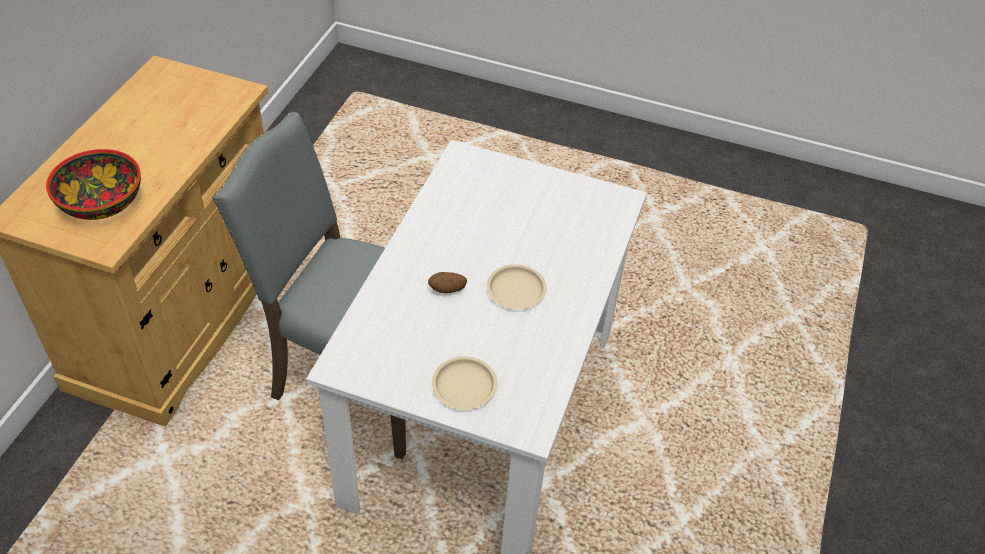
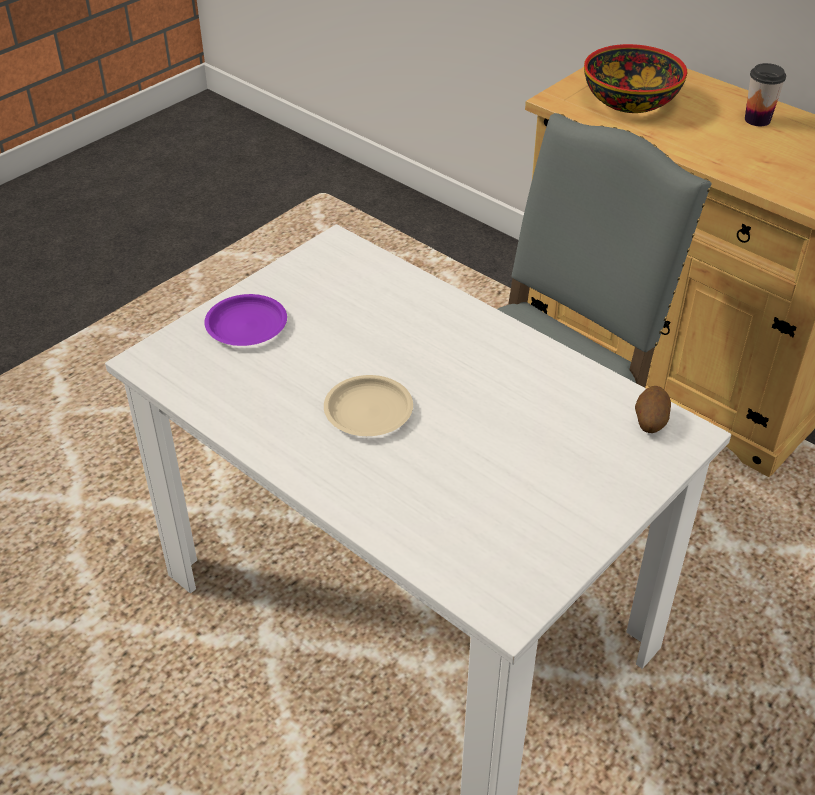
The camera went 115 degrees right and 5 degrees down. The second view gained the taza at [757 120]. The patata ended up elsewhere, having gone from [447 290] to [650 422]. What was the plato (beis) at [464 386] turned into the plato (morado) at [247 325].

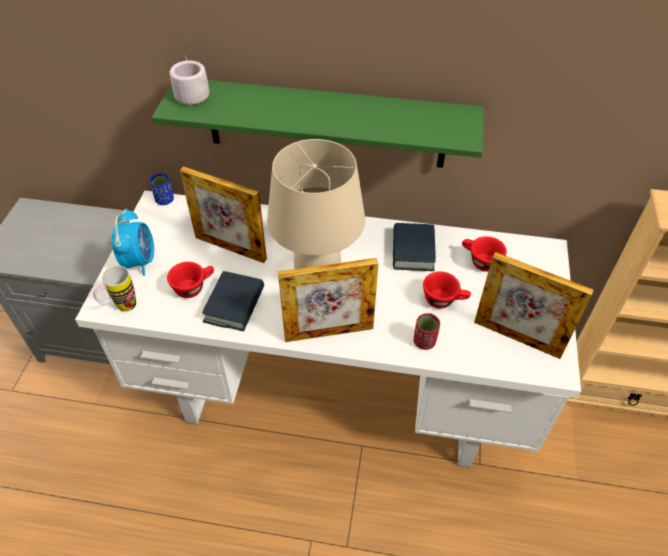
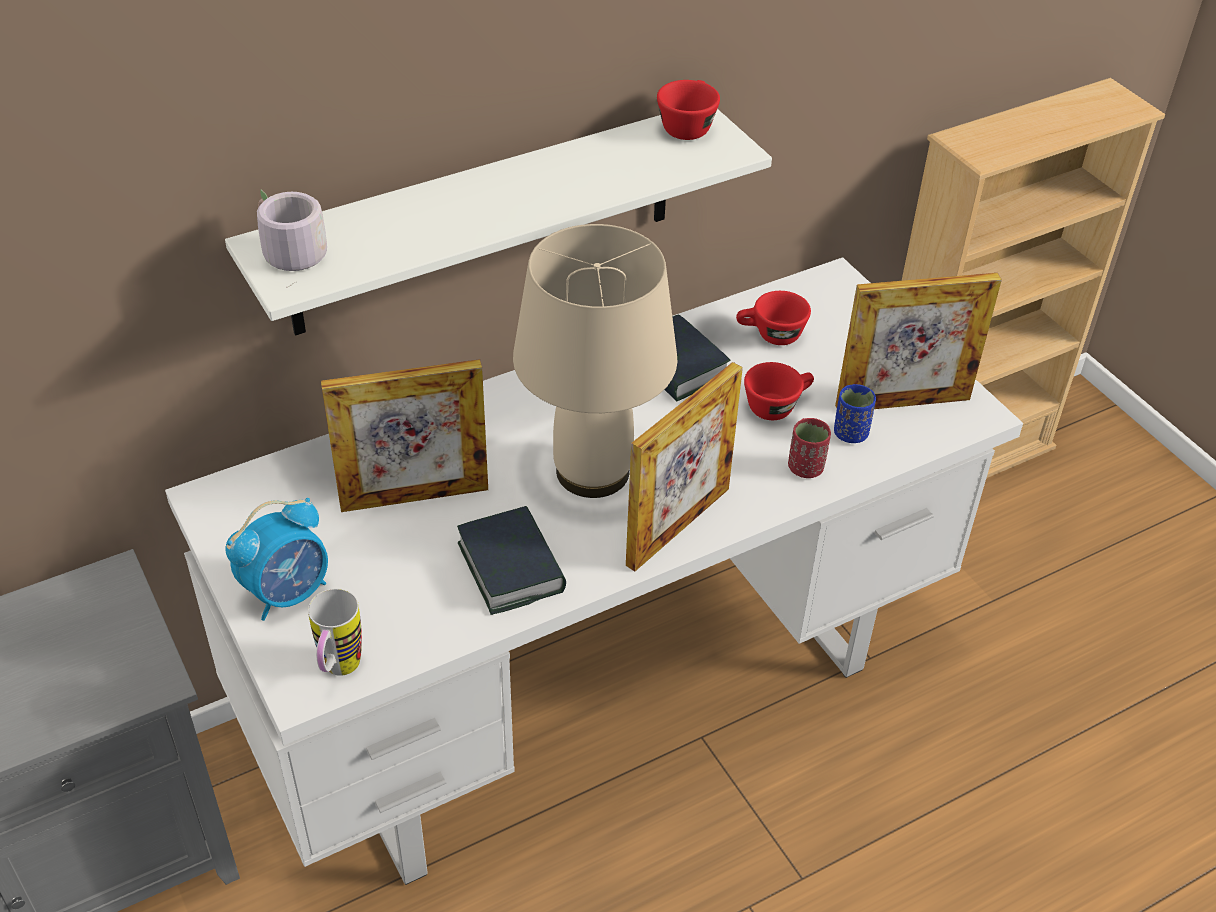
The camera went 40 degrees left and 5 degrees down. The taza (azul) ended up elsewhere, having gone from [165 200] to [850 434]. The taza (rojo) ended up elsewhere, having gone from [194 287] to [687 125]. What was the estante (verde) at [326 123] turned into the estante (blanco) at [485 220]. The despertador at [139 261] ended up facing another way, 90 degrees clockwise from before.

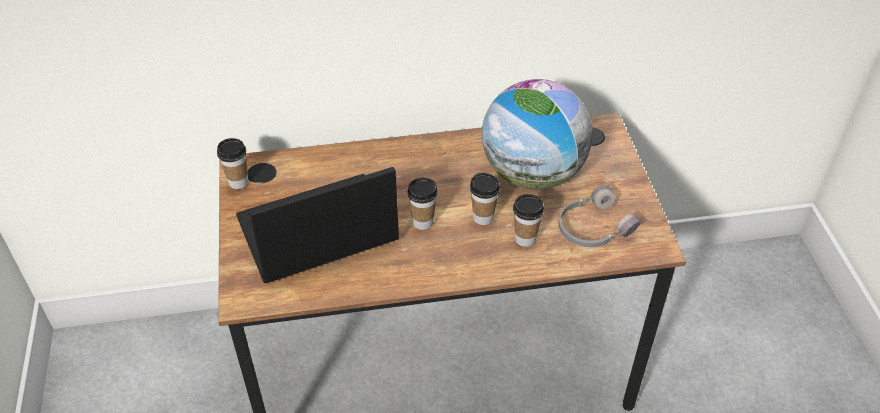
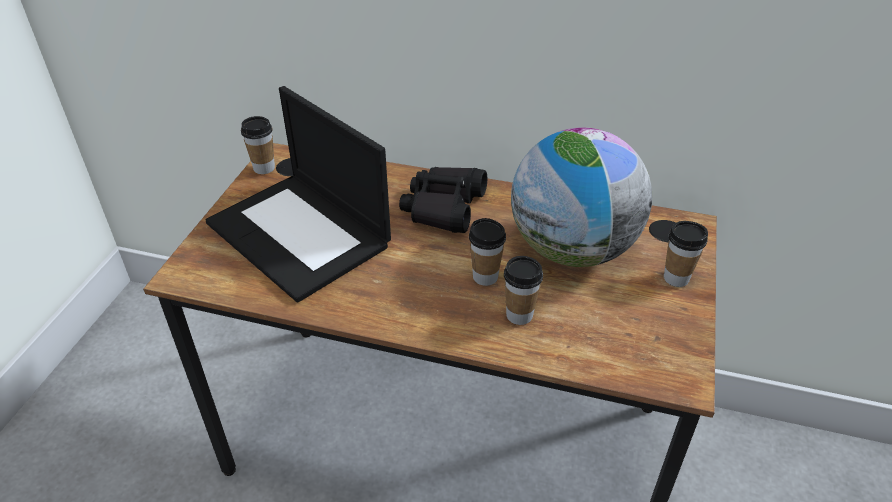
The camera went 25 degrees right and 5 degrees down. The second view lost the auriculares (gris) at [592 227]. The second view gained the prismáticos (negro) at [444 207]. The taza ended up elsewhere, having gone from [423 222] to [676 278]. The portátil at [316 231] ended up facing another way, 135 degrees counterclockwise from before.

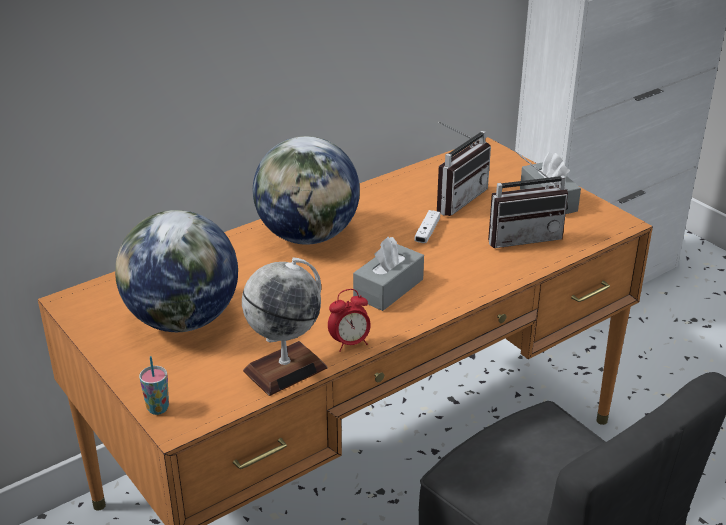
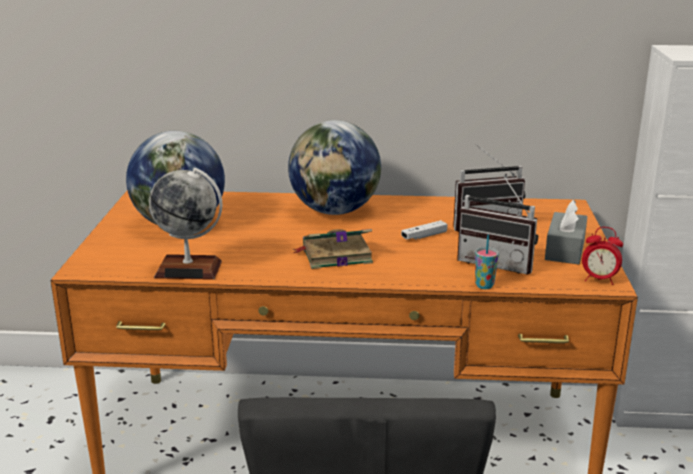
The camera went 40 degrees right and 10 degrees down. The taza ended up elsewhere, having gone from [158 408] to [484 286]. The despertador ended up elsewhere, having gone from [350 343] to [599 280]. Where the caja de pañuelos (gris) stood at [388 288], the libro came to stand at [335 255].

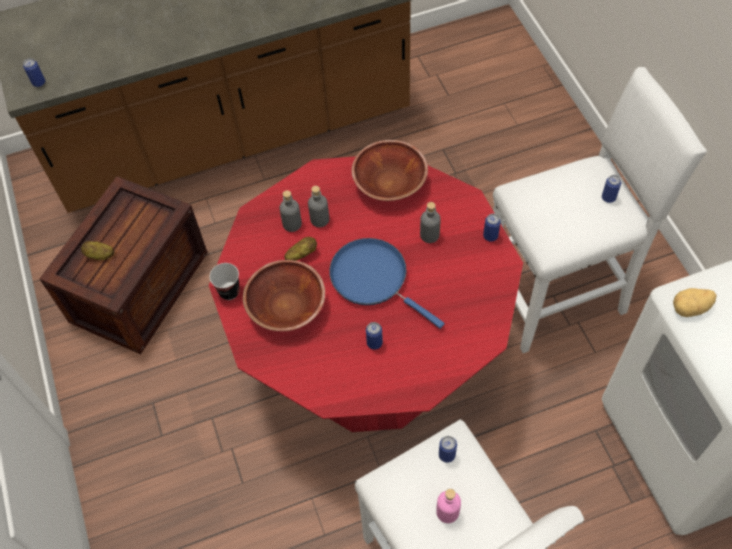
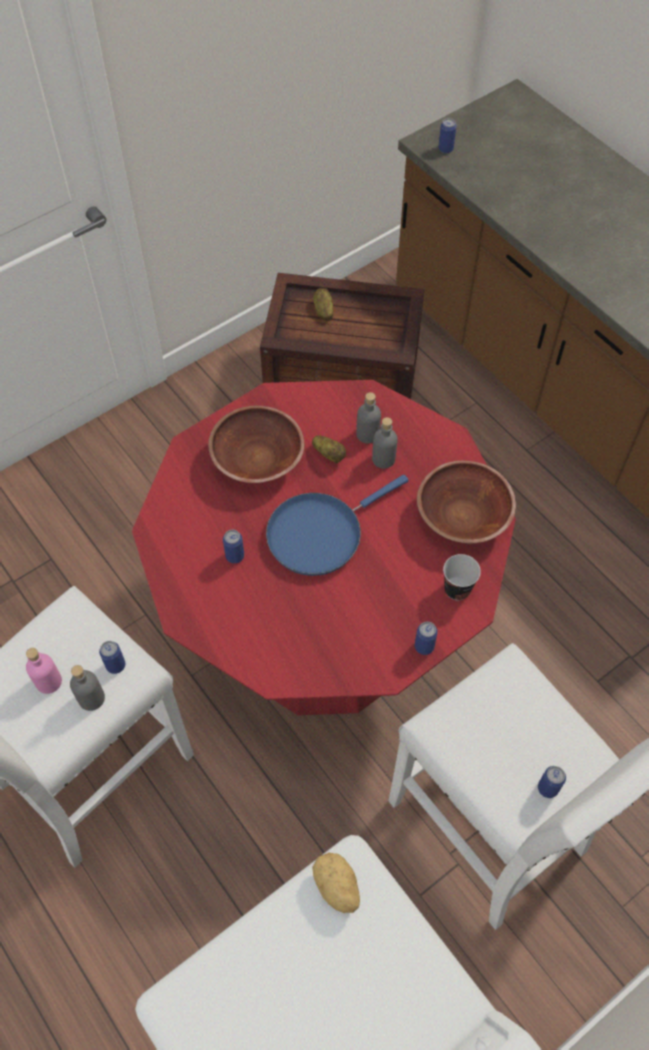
The camera went 70 degrees right and 0 degrees up. The taza ended up elsewhere, having gone from [229 291] to [457 589]. The botella (gris) ended up elsewhere, having gone from [429 235] to [91 698]. The sartén (azul) at [373 278] ended up facing another way, 150 degrees counterclockwise from before.

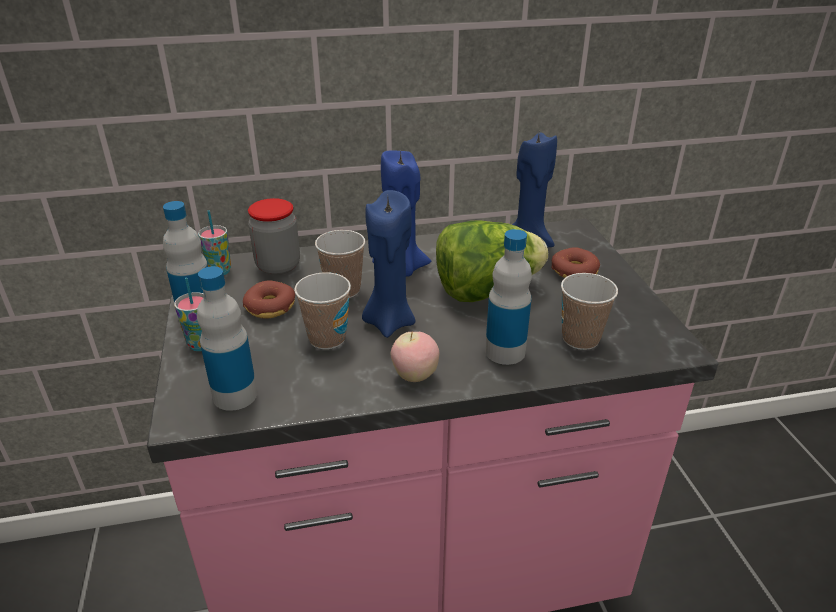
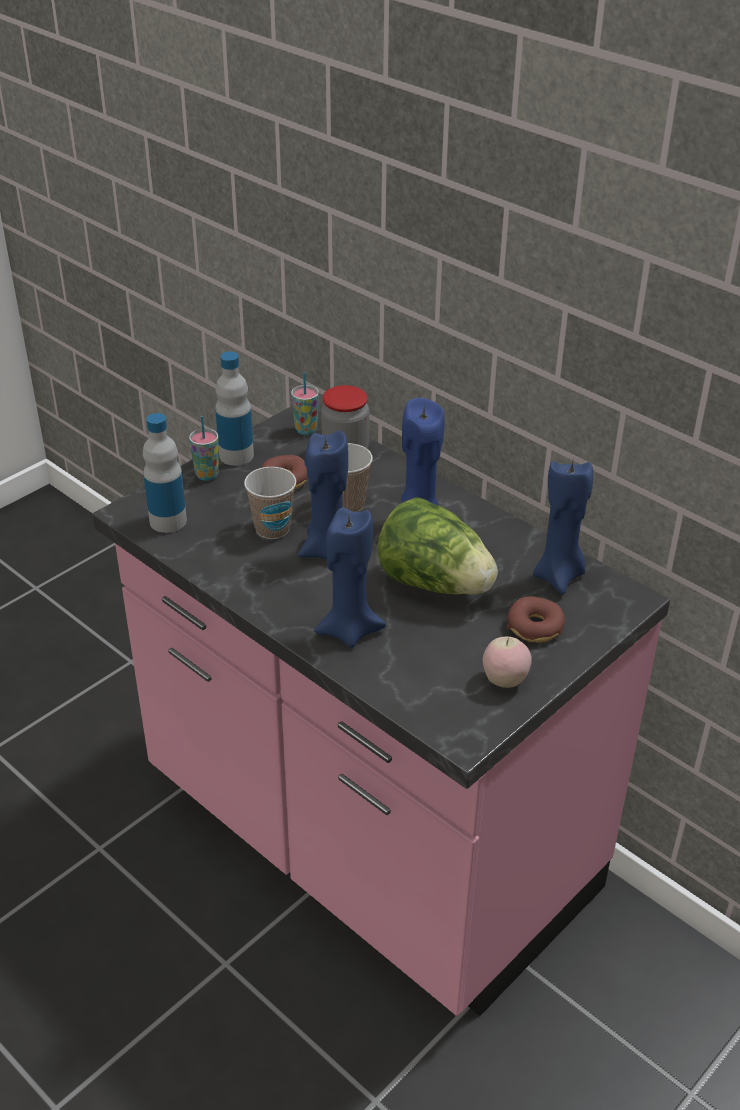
The camera went 55 degrees right and 5 degrees up. The second view lost the taza at [580 339]. The manzana ended up elsewhere, having gone from [415 376] to [504 681]. Where the botella stood at [505 351], the vela (azul) came to stand at [349 630].

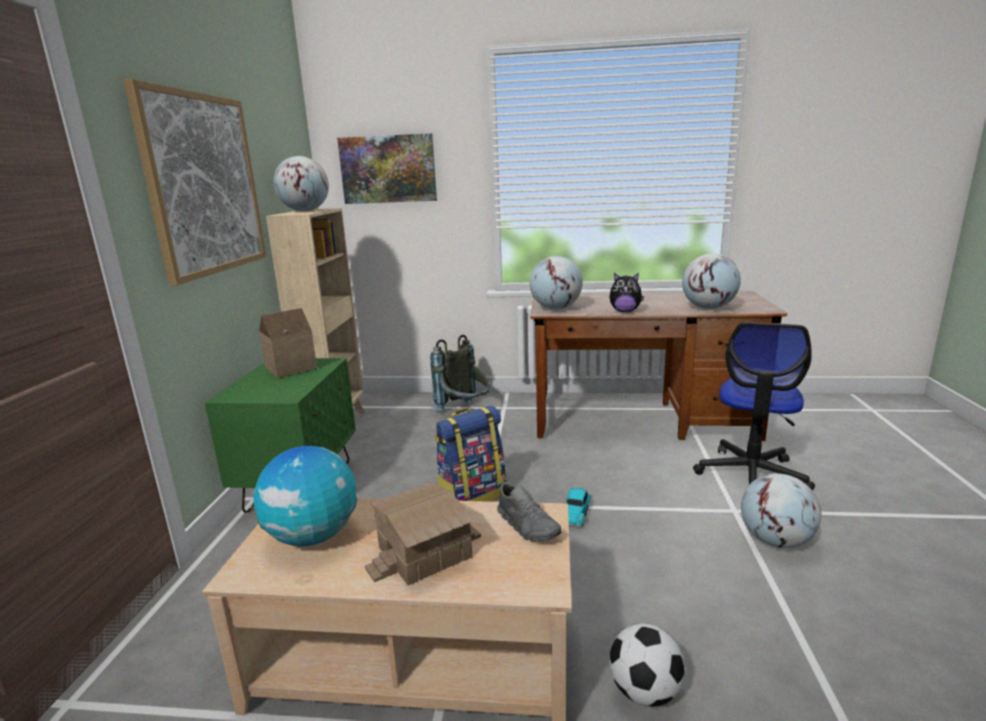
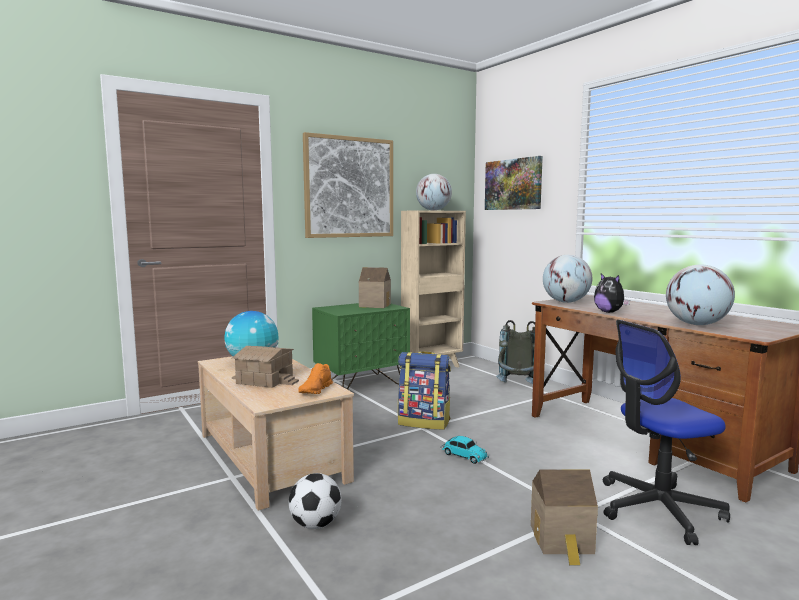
The camera went 50 degrees right and 10 degrees down. Where the globo terráqueo stood at [775 540], the casita came to stand at [563 541]. What was the zapato (gris) at [528 526] turned into the zapato (naranja) at [316 390]. The coche de juguete at [576 511] ended up facing another way, 120 degrees counterclockwise from before.

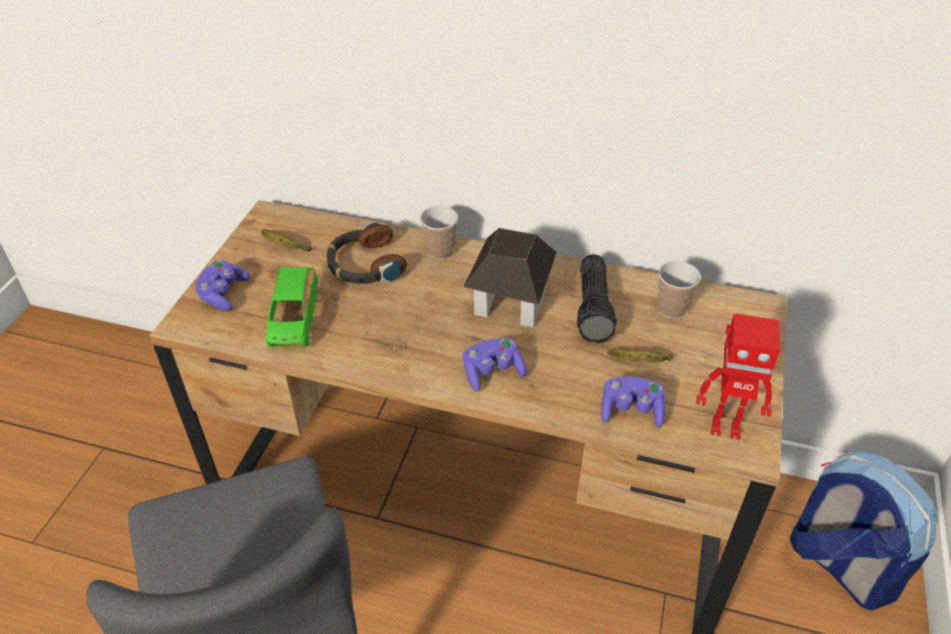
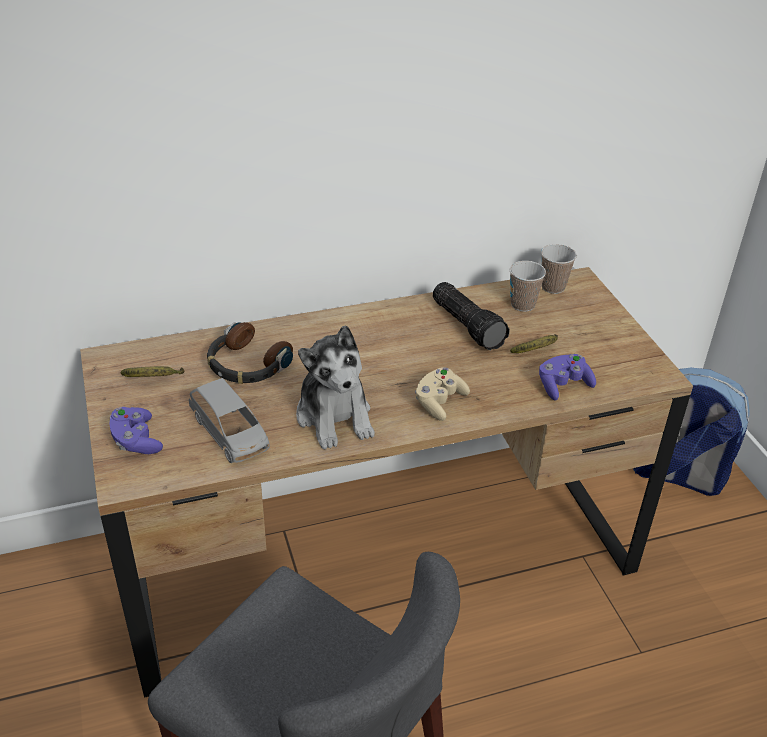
The camera went 35 degrees left and 5 degrees down. The second view lost the casita at [510 303]. The second view lost the robot de juguete at [725 426]. The second view gained the peluche at [335 417]. The taza ended up elsewhere, having gone from [440 251] to [553 287]. What was the coche de juguete (verde) at [294 320] turned into the coche de juguete (gris) at [230 434]. What was the mando de consola (morado) at [492 372] turned into the mando de consola (beis) at [439 402].

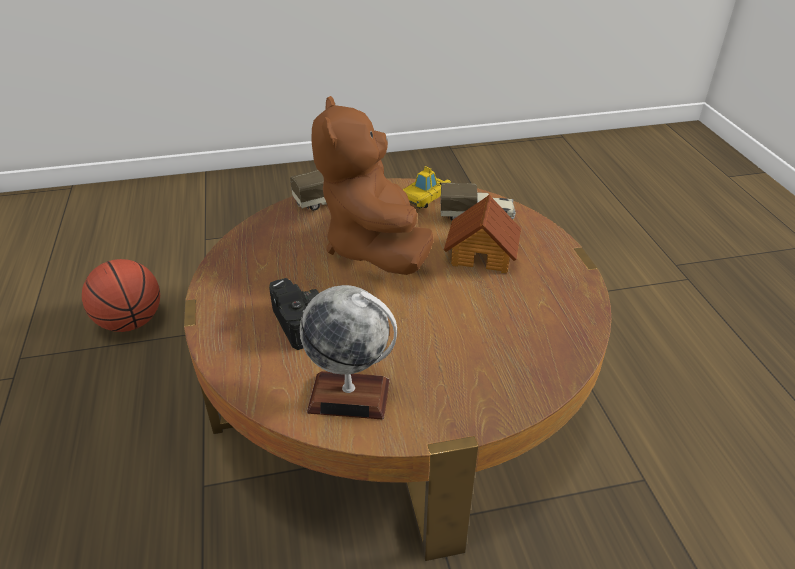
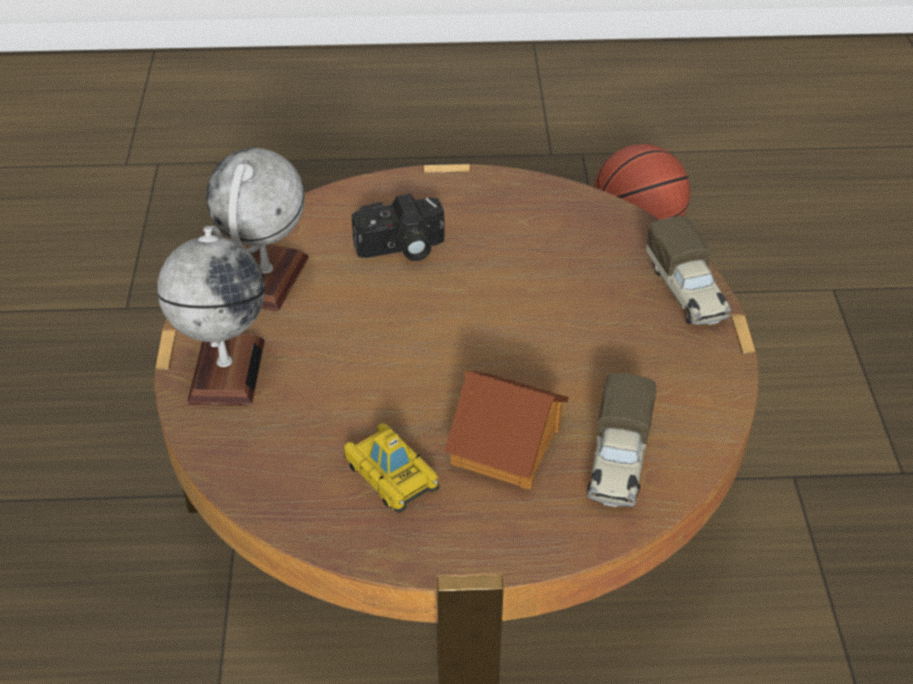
The camera went 100 degrees right and 5 degrees up. The second view lost the peluche (marrón) at [374 247]. The second view gained the globo terráqueo at [226 371]. The coche de juguete ended up elsewhere, having gone from [425 196] to [391 474].

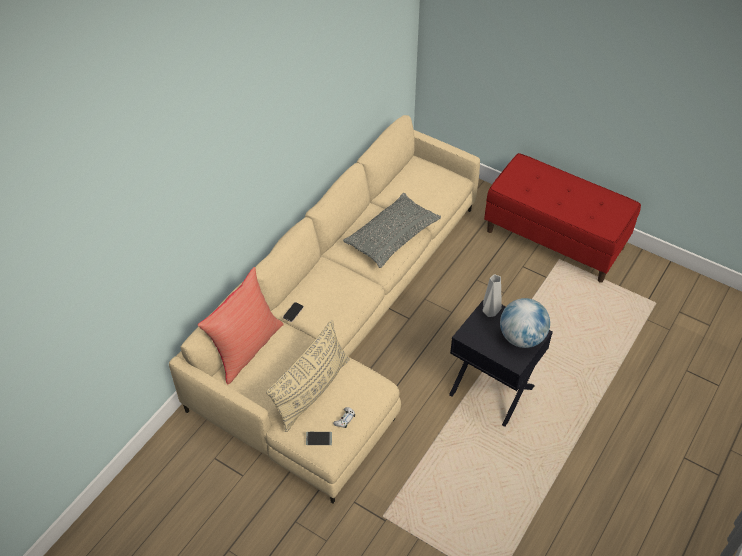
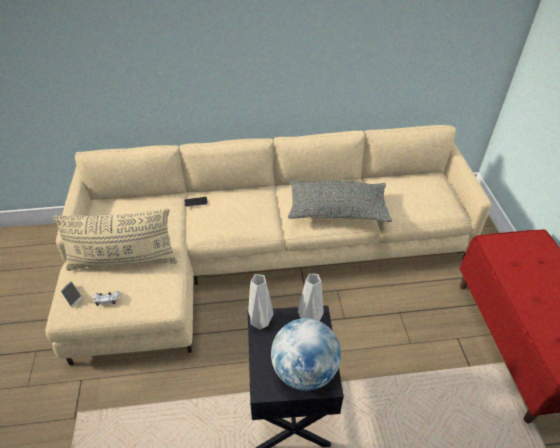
The camera went 50 degrees right and 5 degrees down. The second view lost the cojín (rojo) at [246 348]. The second view gained the florero (gris) at [261 322].

